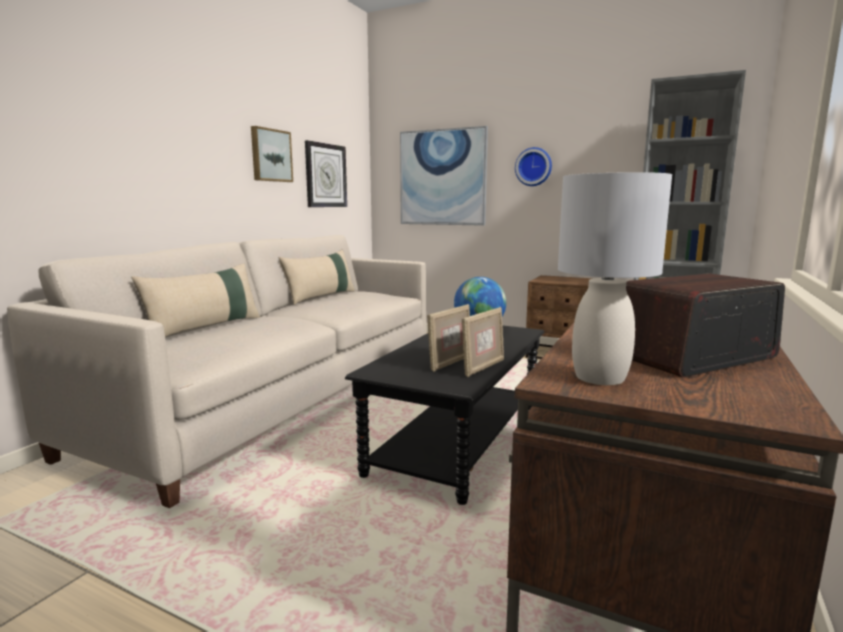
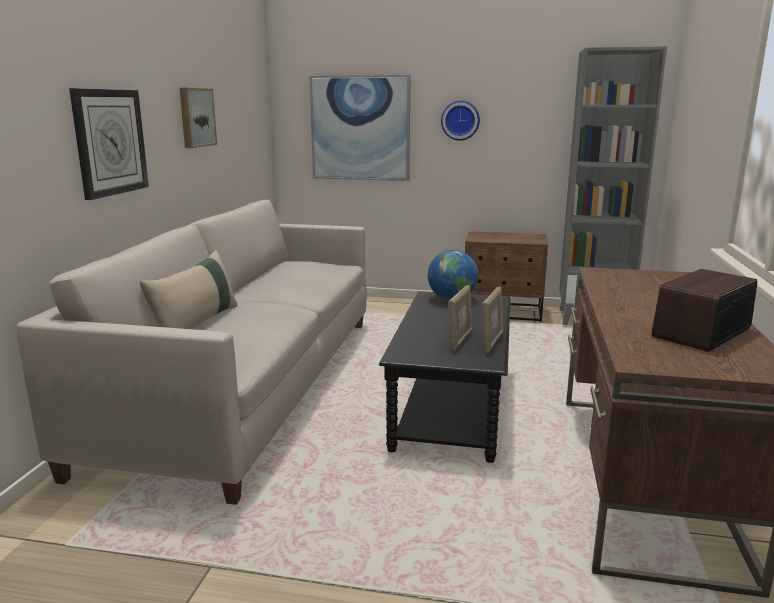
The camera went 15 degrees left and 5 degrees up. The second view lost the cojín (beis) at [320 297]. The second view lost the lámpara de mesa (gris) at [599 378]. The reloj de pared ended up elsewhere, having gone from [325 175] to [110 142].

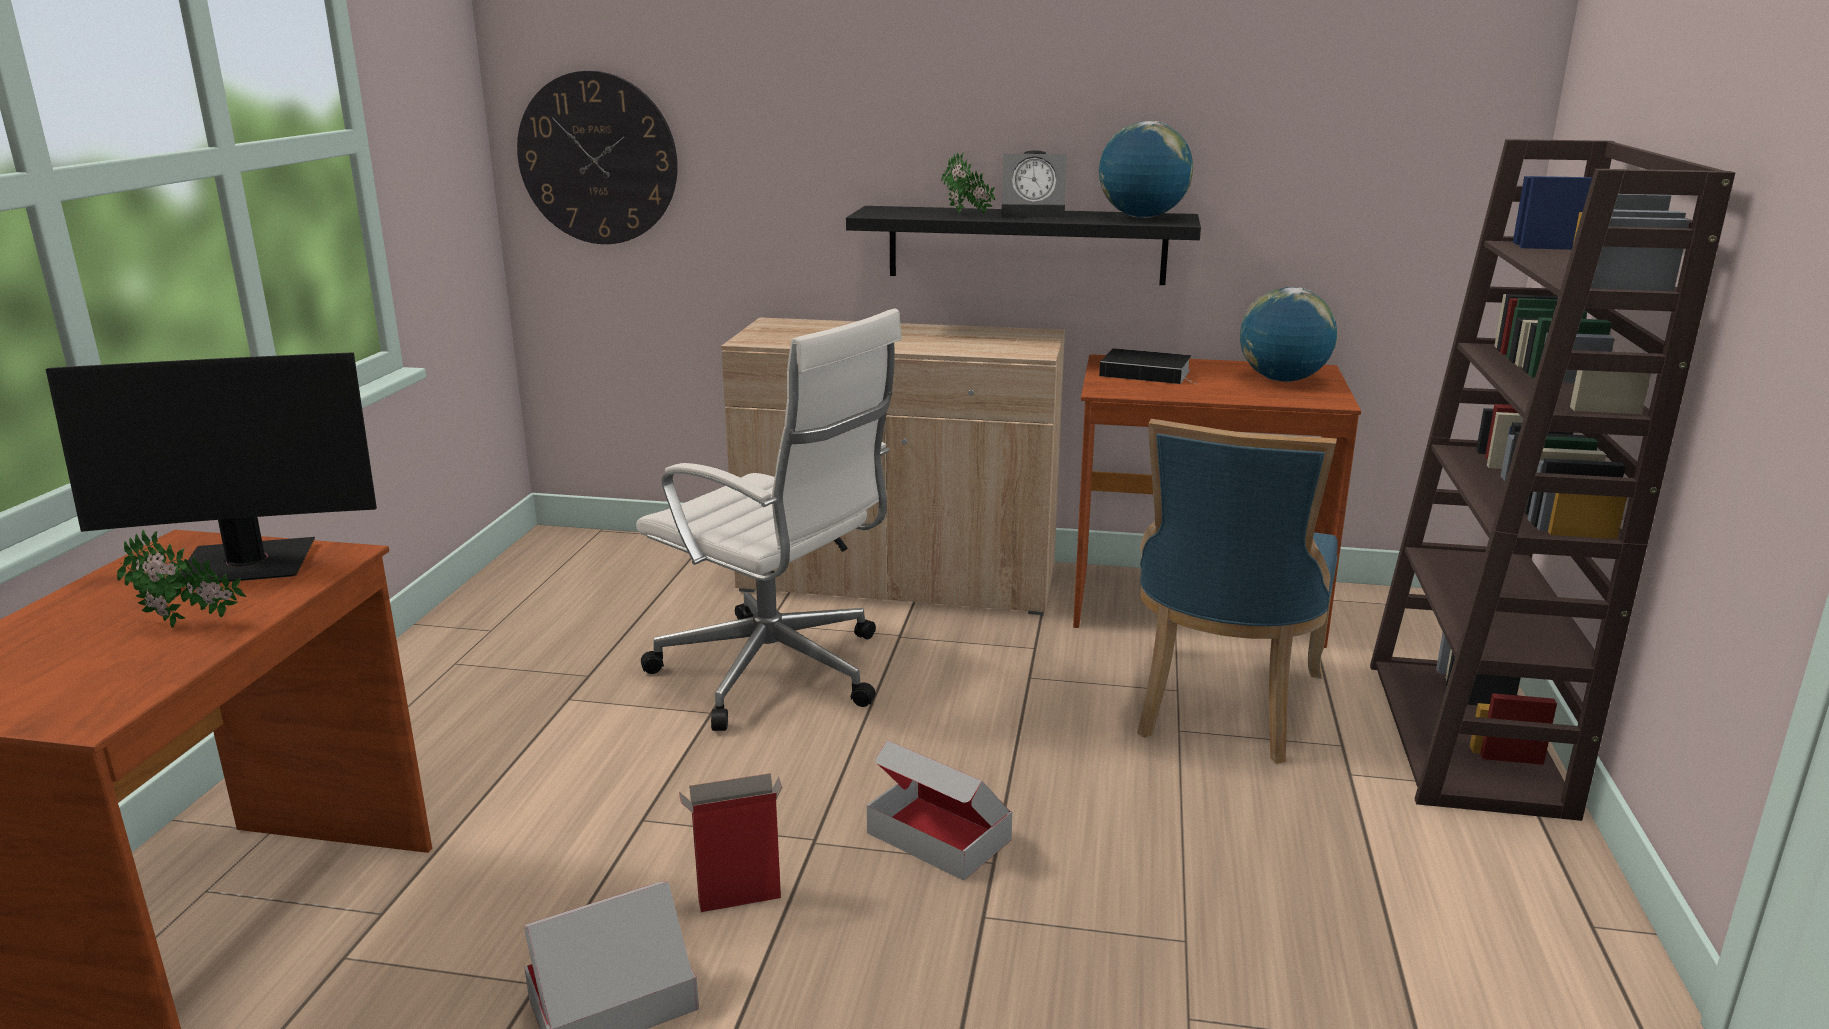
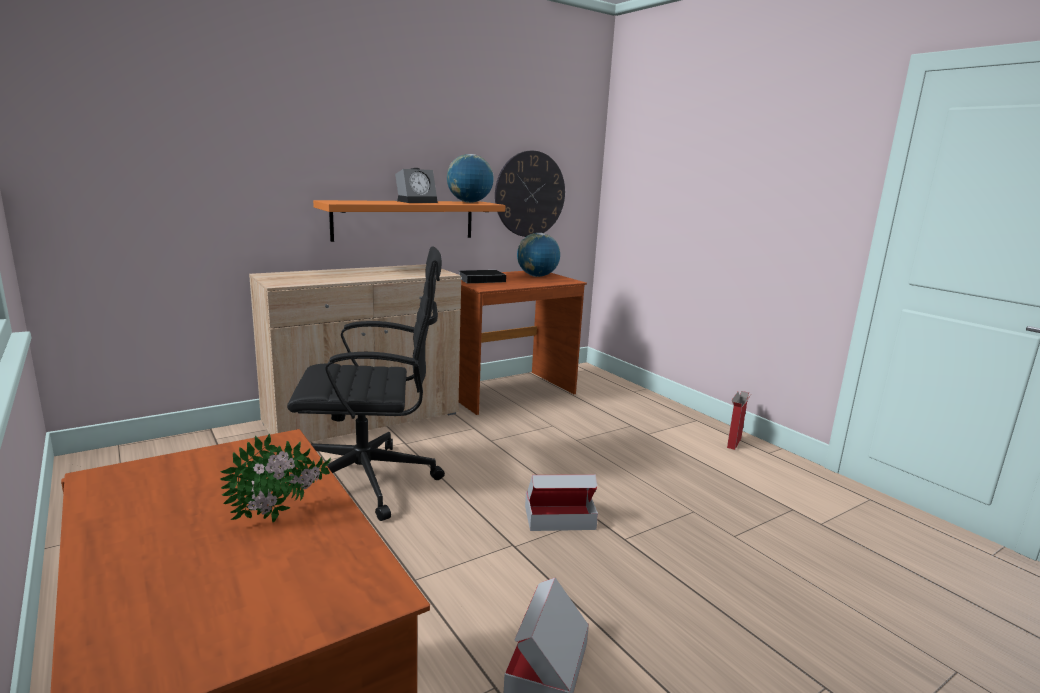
The camera went 45 degrees left and 5 degrees down. The second view lost the monitor at [247 565]. The second view lost the planta en maceta at [967 215]. The second view lost the silla (azul) at [1222 707]. The second view lost the estantería (marrón) at [1468 737]. The reloj de pared ended up elsewhere, having gone from [597 159] to [530 194]. The caja de cartón ended up elsewhere, having gone from [737 899] to [734 443]. What was the silla de oficina (blanco) at [777 673] turned into the silla de oficina (negro) at [370 481]. What was the estante (negro) at [1026 245] turned into the estante (naranja) at [404 220].

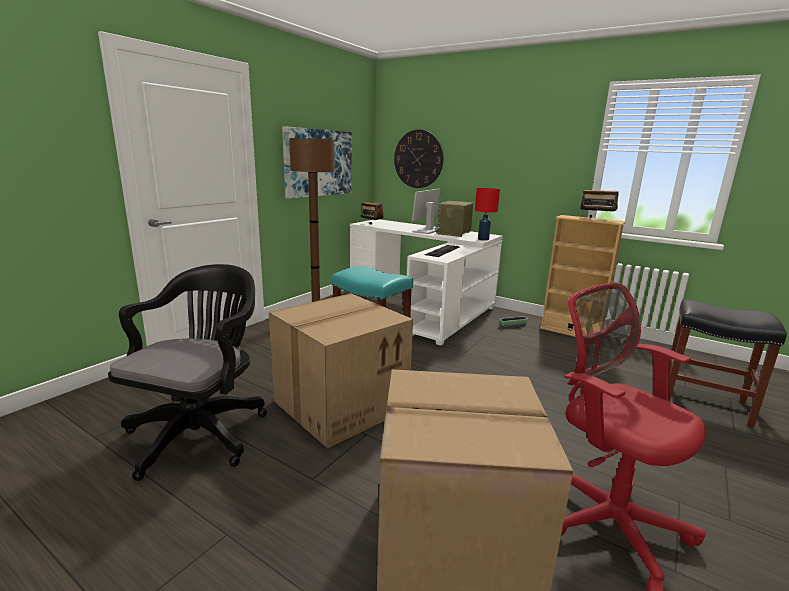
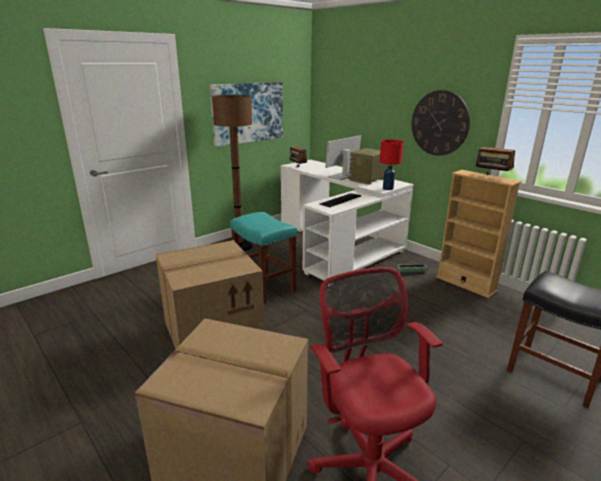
The camera went 15 degrees right and 5 degrees up. The second view lost the silla de oficina (negro) at [202 431]. The reloj de pared ended up elsewhere, having gone from [418 159] to [439 123].

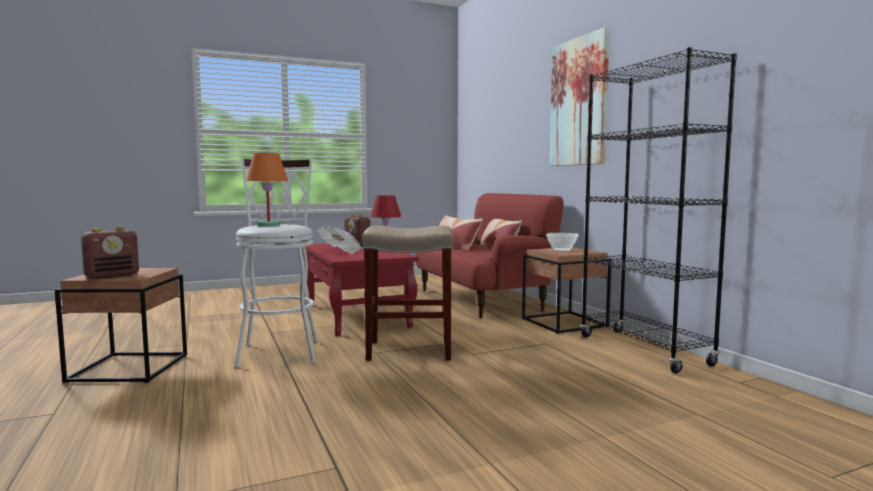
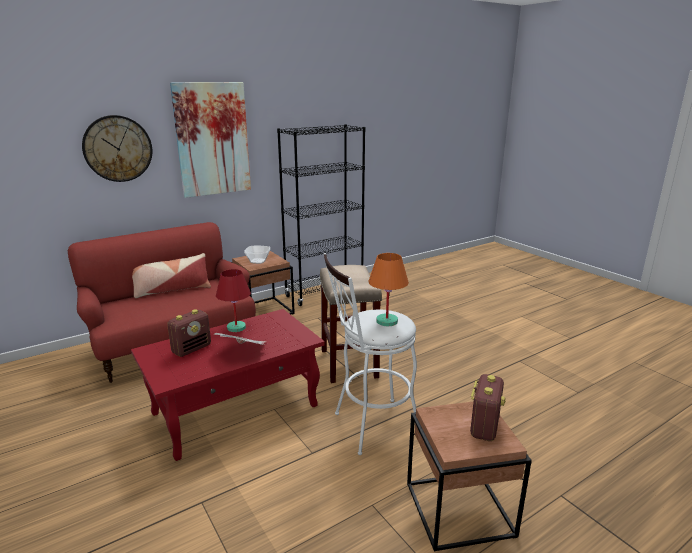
The camera went 100 degrees left and 15 degrees up. The second view lost the cojín at [455 247]. The second view gained the reloj de pared at [118 148]. The radio at [112 276] ended up facing another way, 75 degrees clockwise from before.

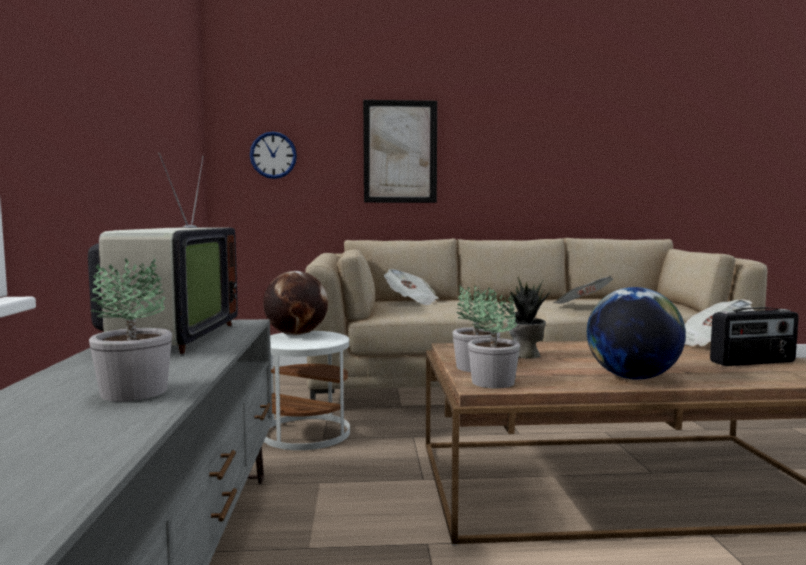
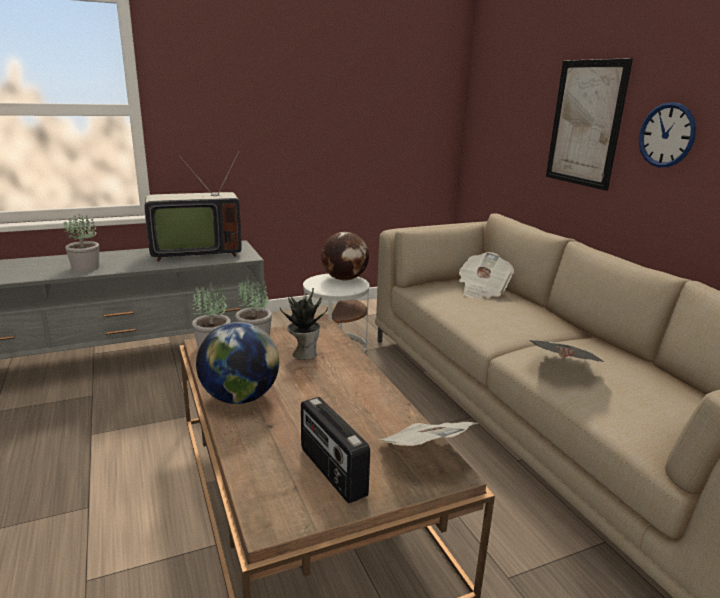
The camera went 70 degrees right and 15 degrees up. The reloj de pared ended up elsewhere, having gone from [273 155] to [666 135].

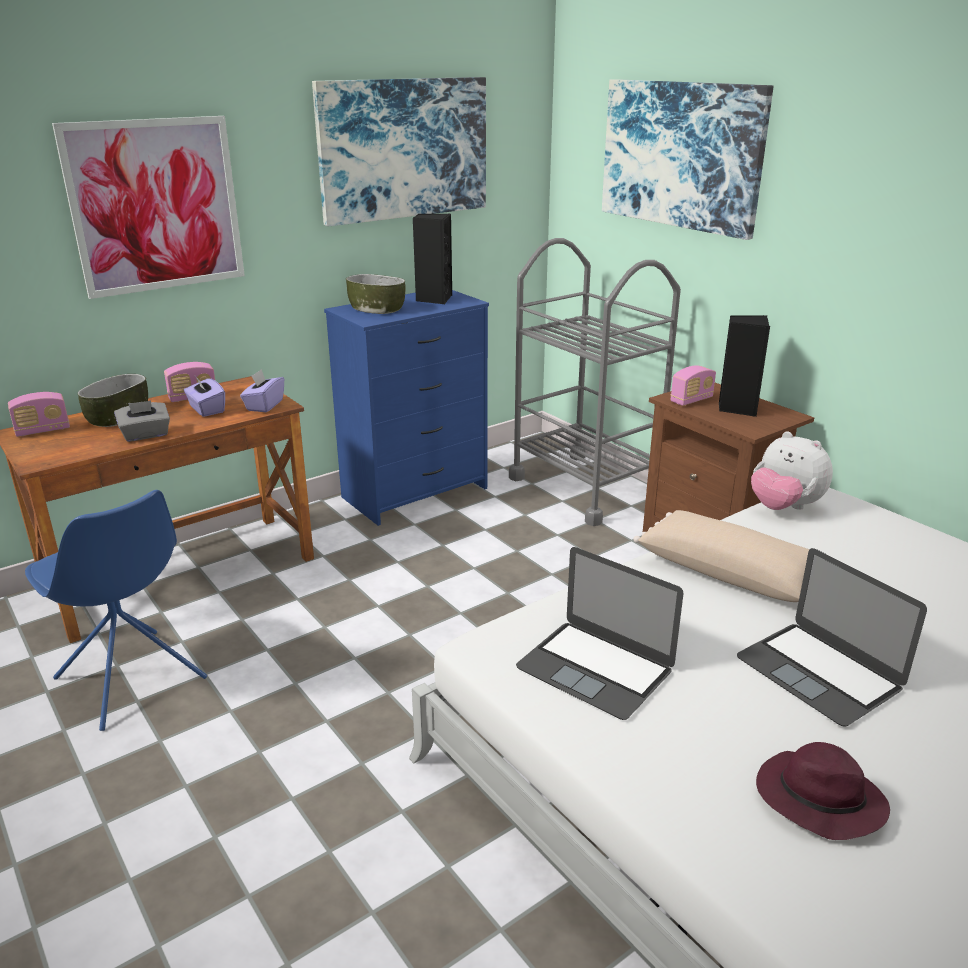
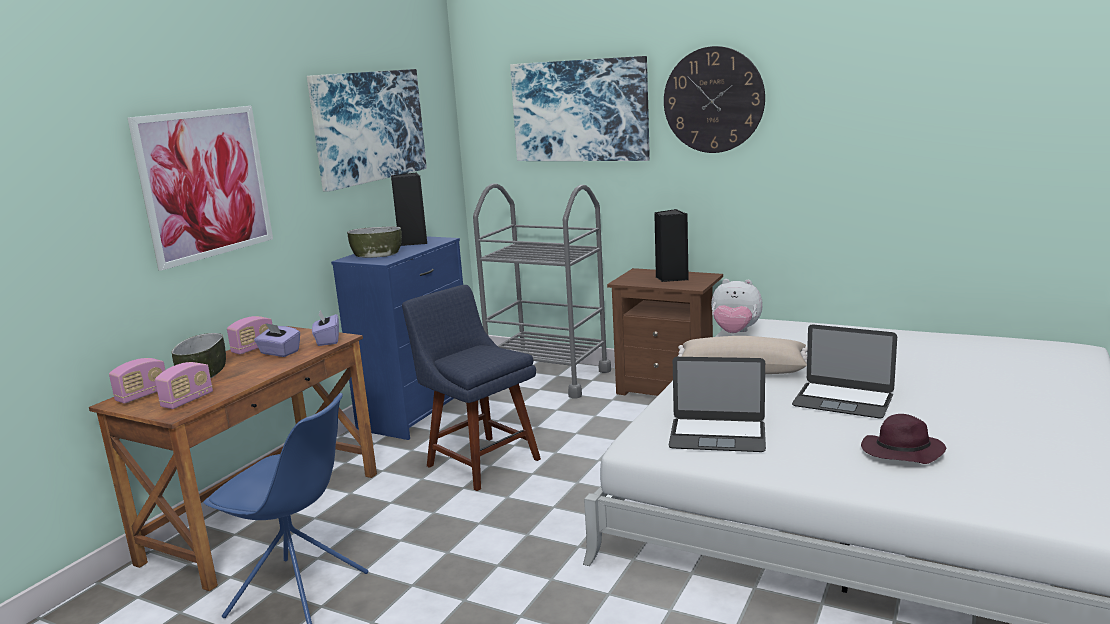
The camera went 25 degrees left and 10 degrees down. The second view lost the caja de pañuelos (gris) at [146 435]. The second view gained the silla (azul) at [479 461]. The second view gained the reloj de pared at [713 100]. The radio ended up elsewhere, having gone from [691 400] to [187 401].

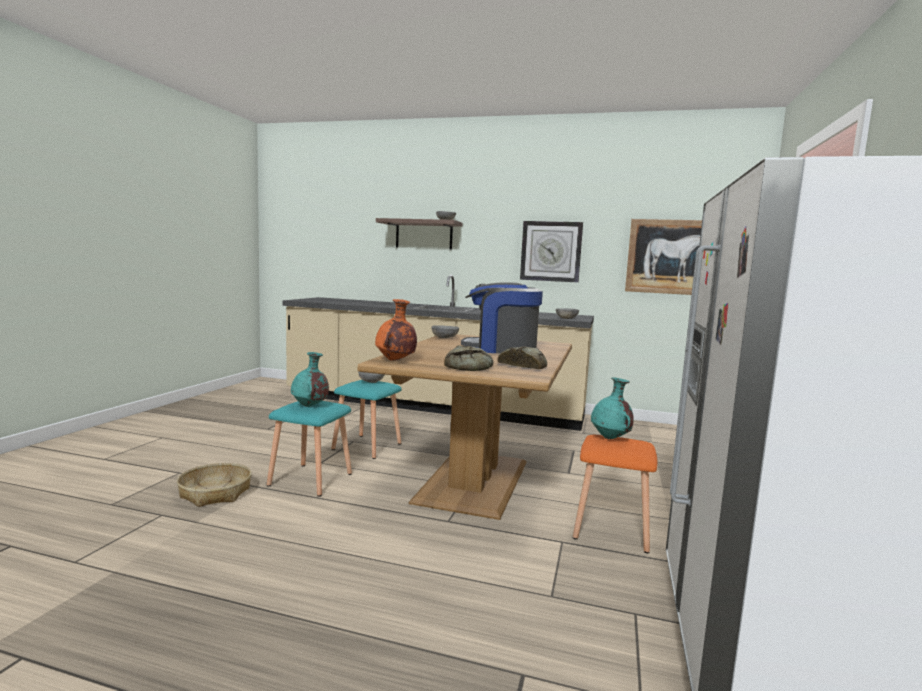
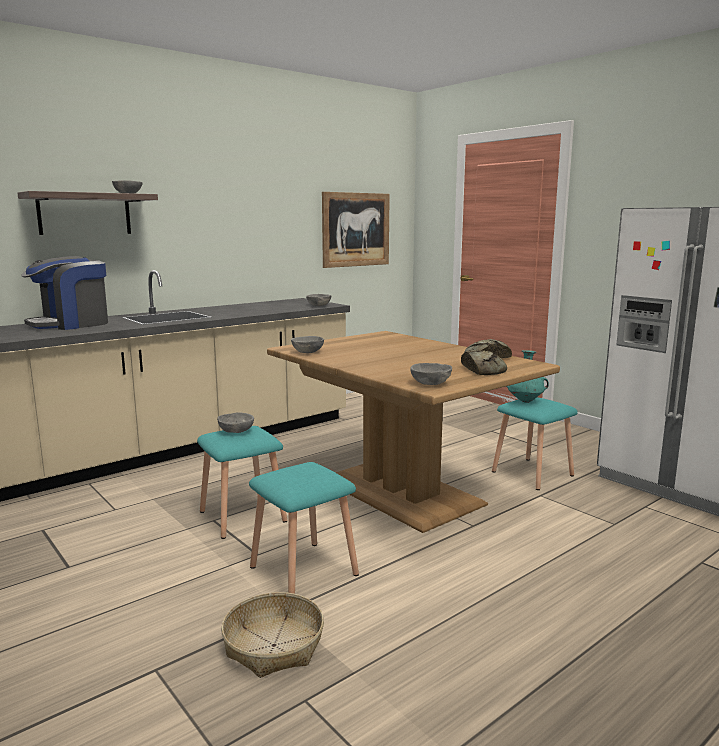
The camera went 55 degrees left and 5 degrees up. The second view lost the florero (turquesa) at [310 406]. The second view lost the reloj de pared at [551 251]. The cafetera ended up elsewhere, having gone from [501 349] to [71 324]. Where the florero (naranja) stood at [395 360], the cuenco (gris) came to stand at [430 383]. What was the taburete (naranja) at [612 530] turned into the taburete (turquesa) at [533 474].

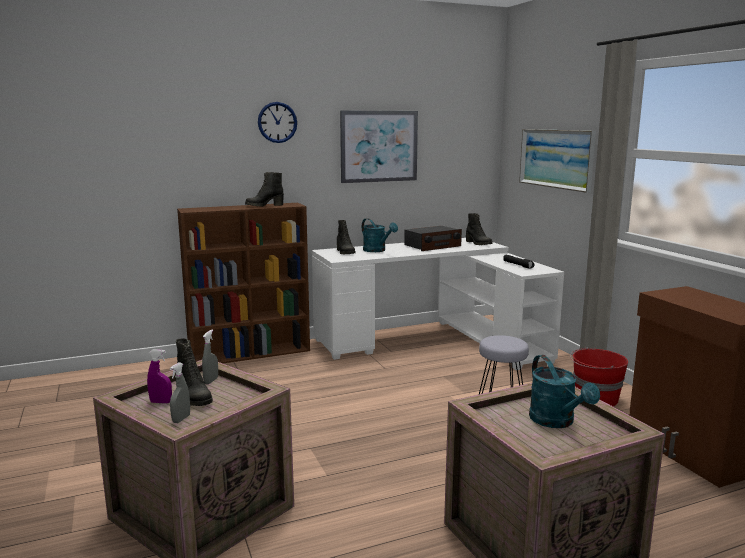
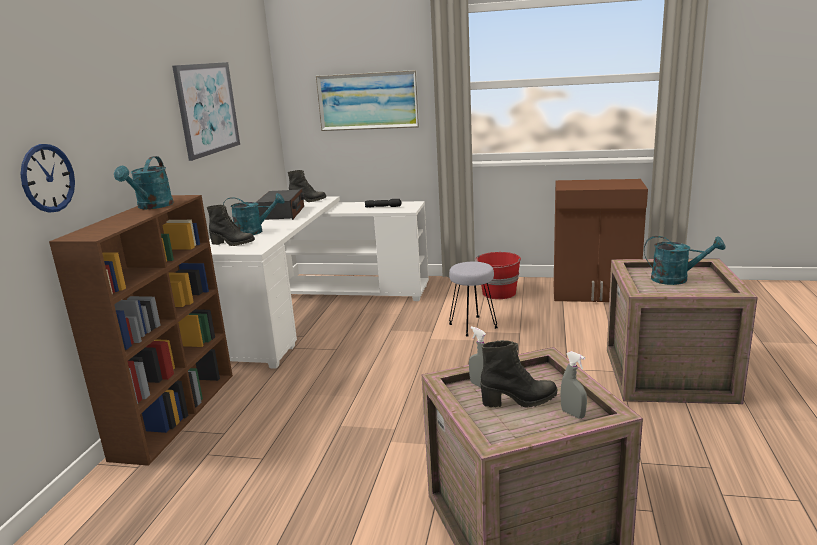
The camera went 55 degrees left and 5 degrees up. The second view lost the pulverizador (morado) at [161 402]. The reloj de pared ended up elsewhere, having gone from [277 122] to [48 178]. Where the bota (negro) stood at [264 205], the regadera (turquesa) came to stand at [152 207].

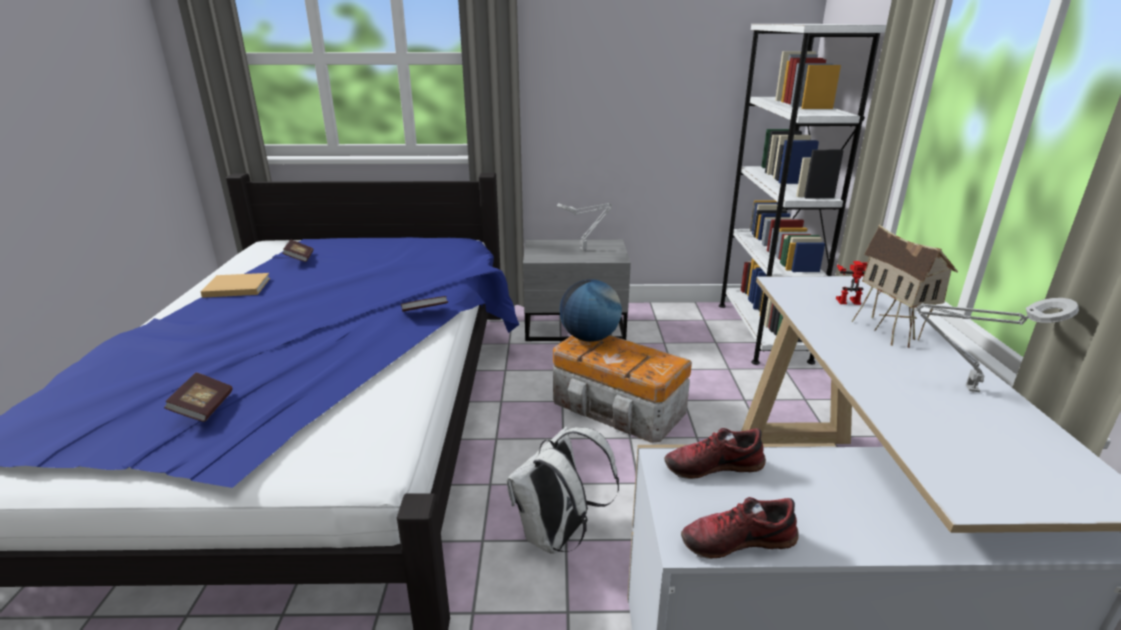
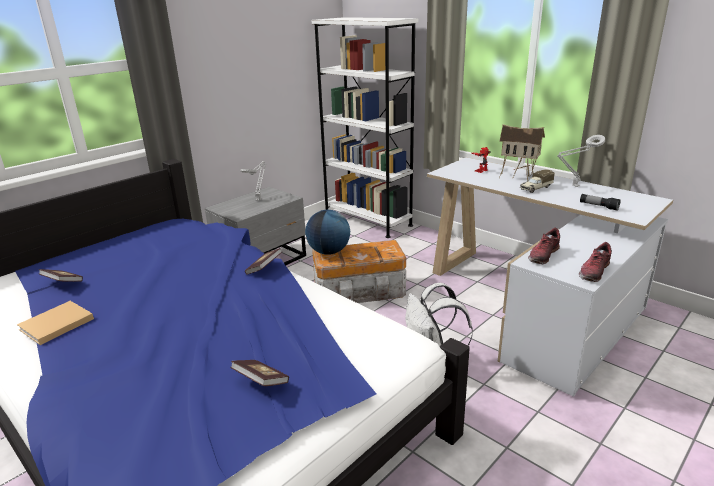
The camera went 45 degrees left and 0 degrees up. The second view gained the camión de juguete at [535 188]. The second view gained the linterna at [598 206].

